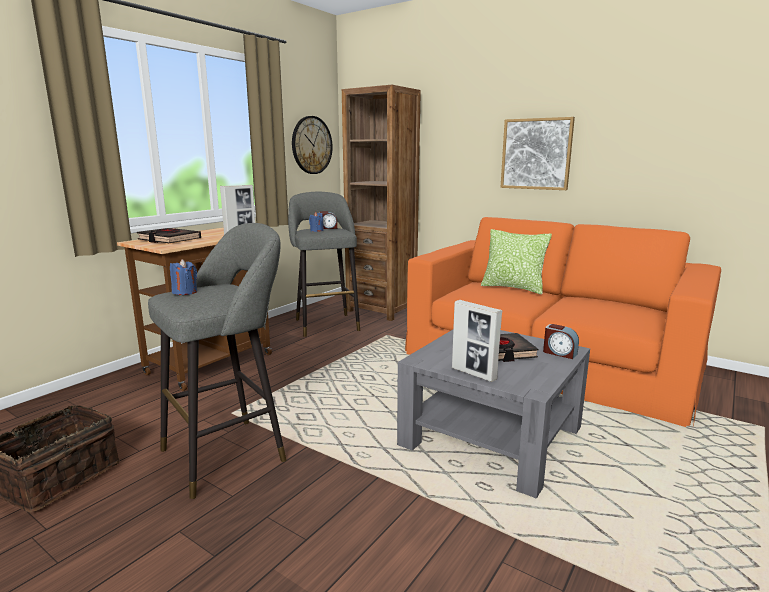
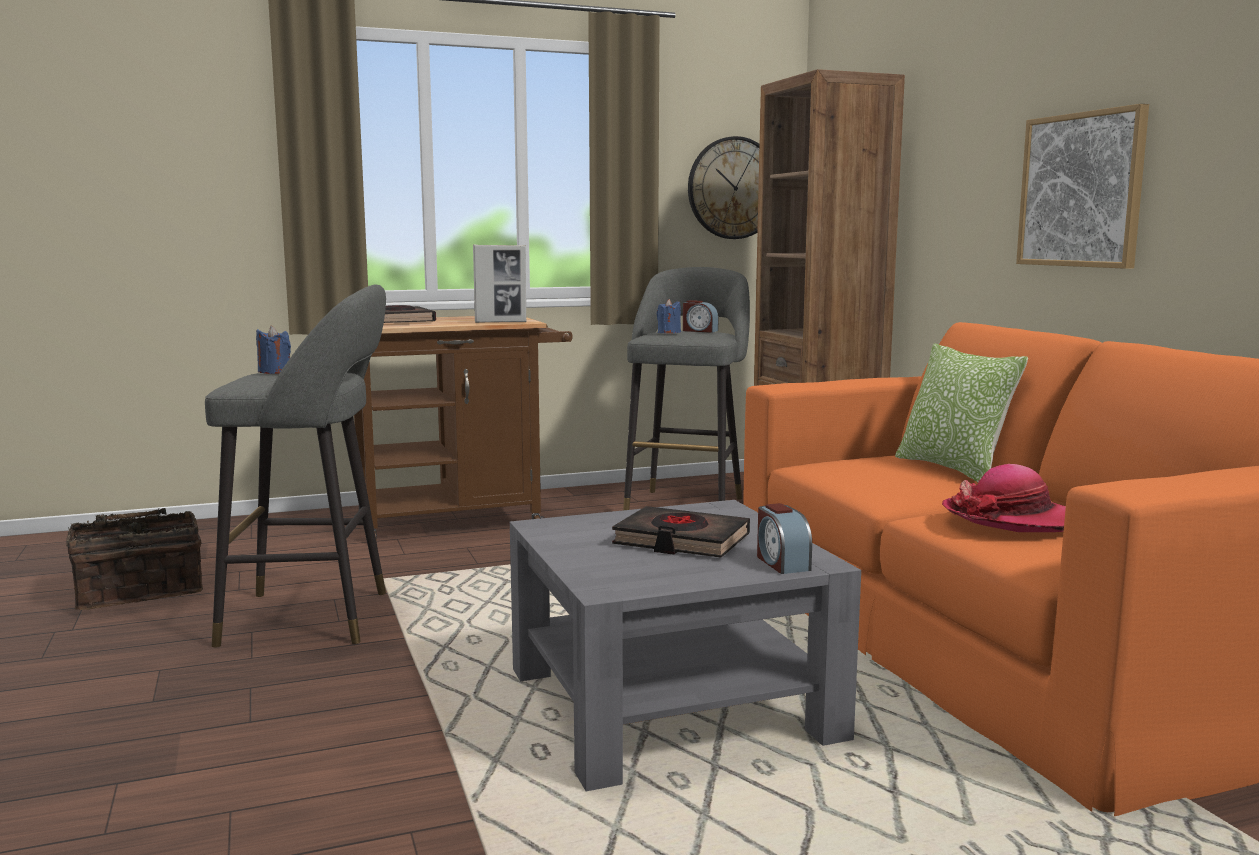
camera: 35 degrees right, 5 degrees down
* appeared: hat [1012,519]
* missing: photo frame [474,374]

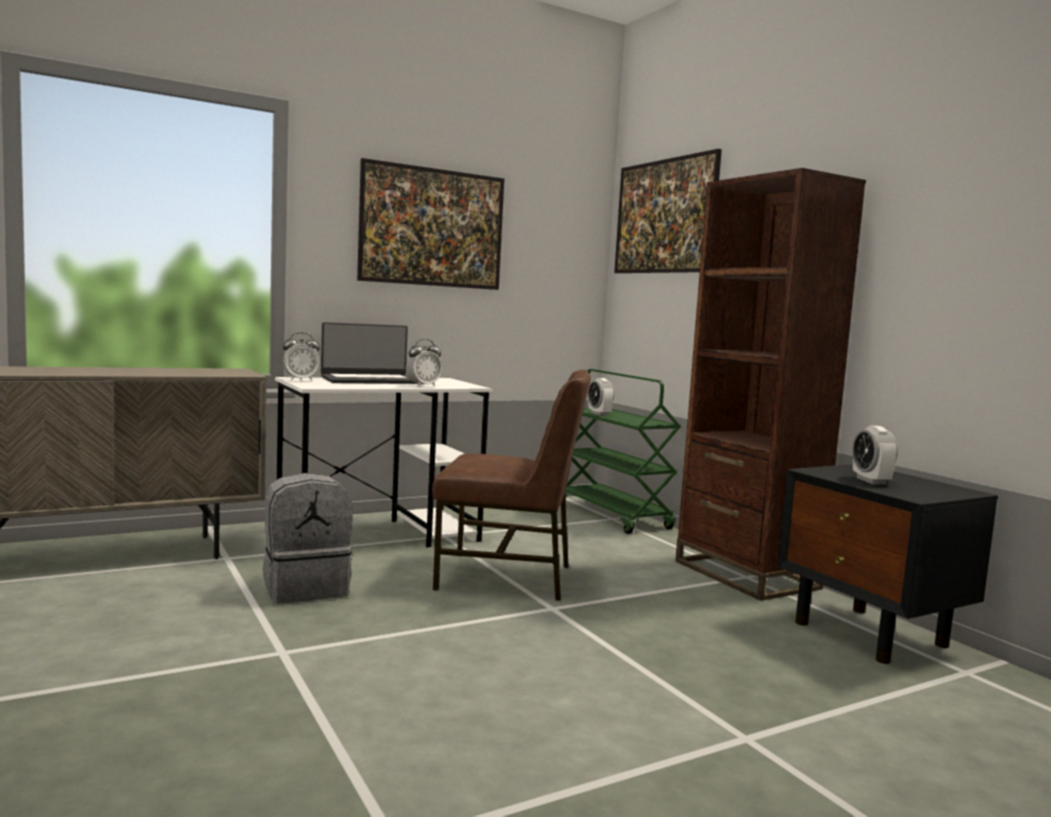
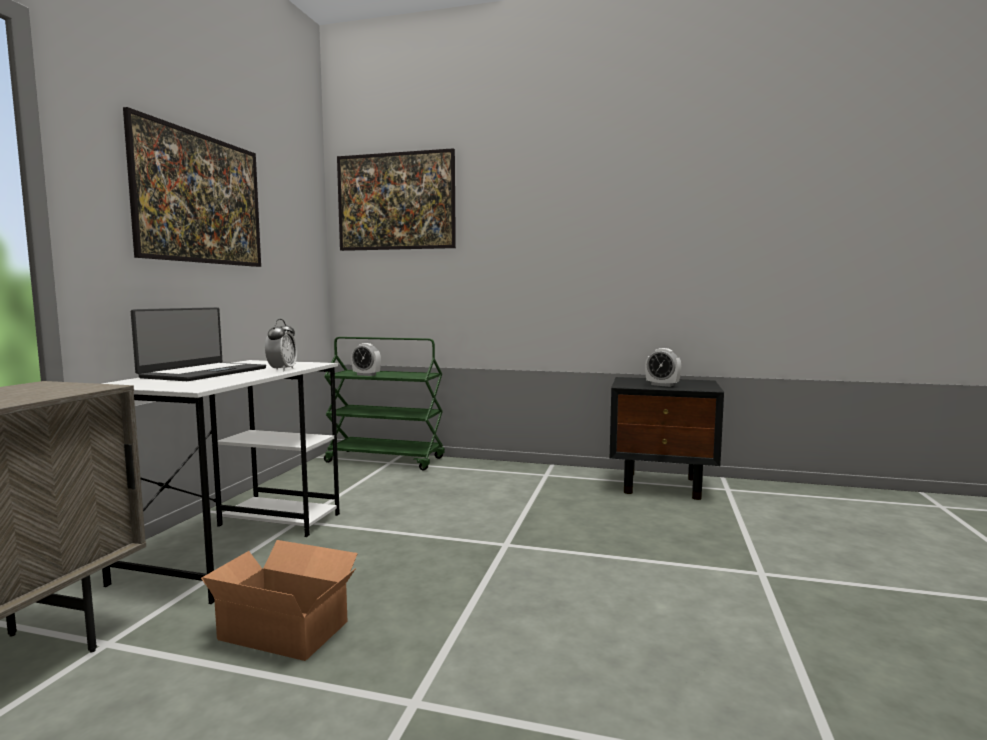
camera: 45 degrees left, 0 degrees up
* exchanged: gray rucksack [306,588] to packing box [284,627]
* missing: alarm clock [300,380]
* missing: brown-coloured upright chair [507,577]
* missing: brown-coloured shelving unit [745,575]

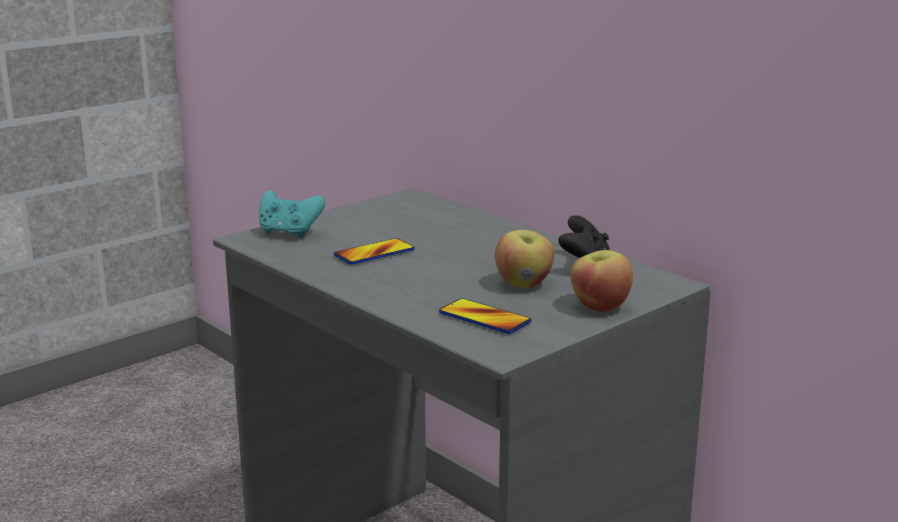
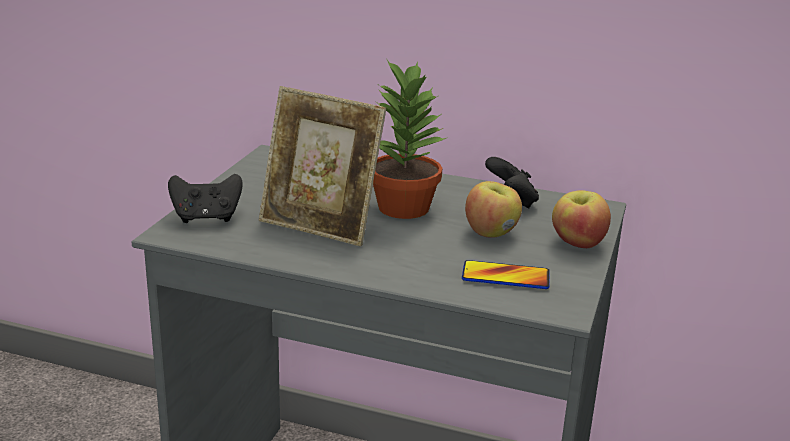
camera: 30 degrees left, 5 degrees up
* colour: blue-green game controller [289,233] to black-coloured game controller [206,218]
* exchanged: phone [374,253] to photo frame [320,226]
* appeared: plant in a pot [403,207]

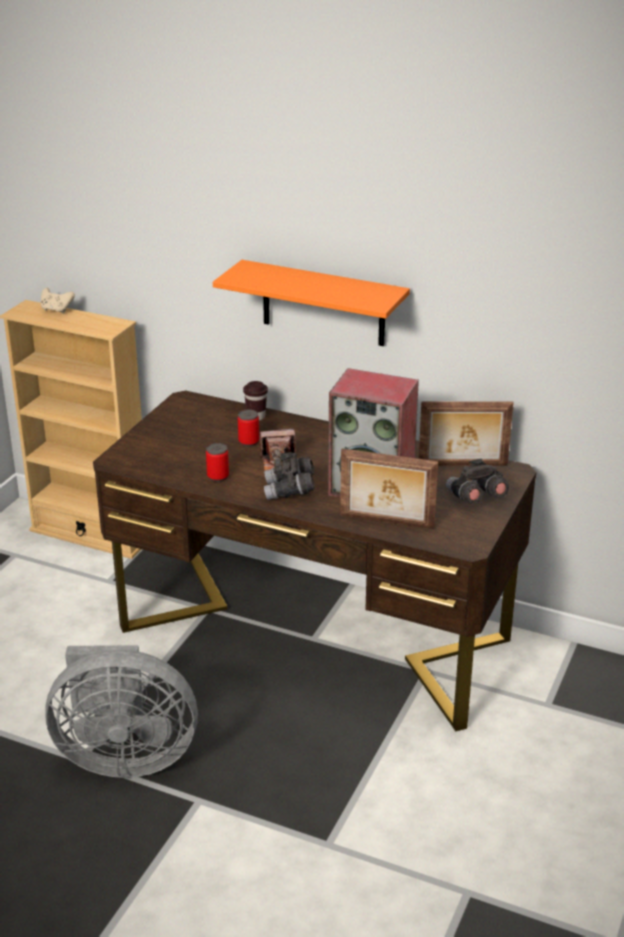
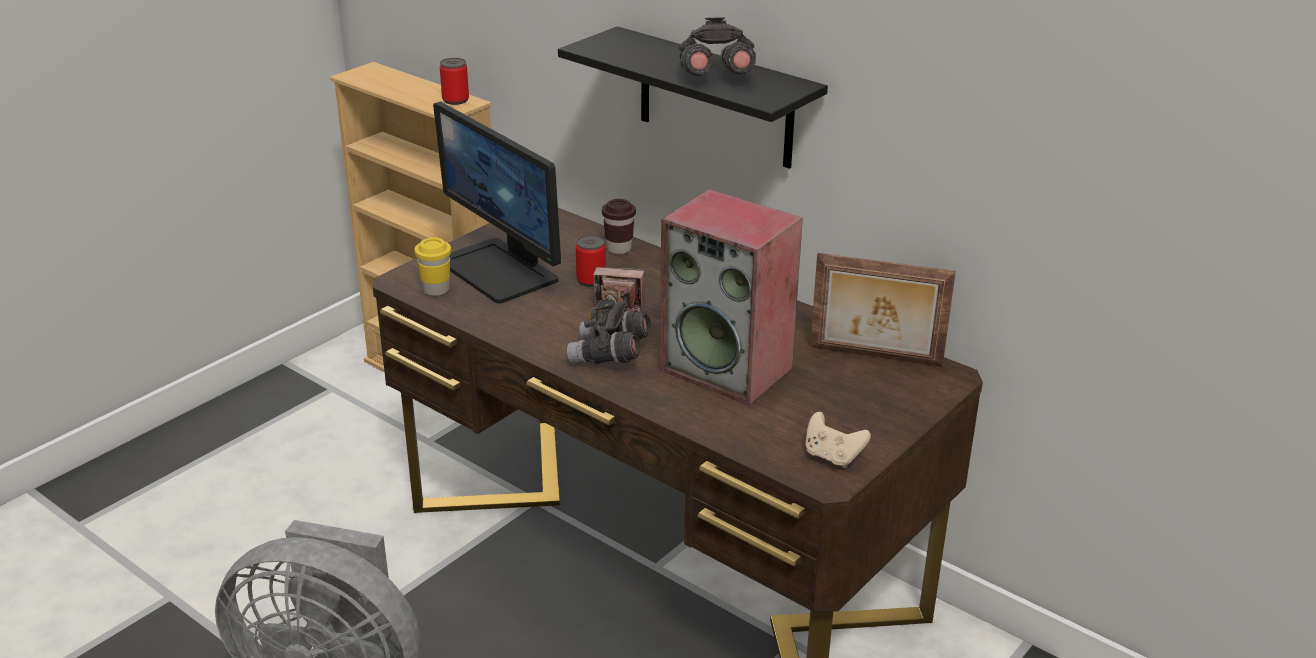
camera: 15 degrees right, 0 degrees up
* appeared: yellowish small cup [436,290]
* appeared: computer display [500,270]
* relocated: can [218,476] to [455,100]
* colour: orangey wall shelf [323,304] to black-coloured wall shelf [715,99]
* relocated: gray field glasses [475,498] to [714,77]
* relocated: beige game controller [57,310] to [832,457]
* missing: photo frame [386,522]

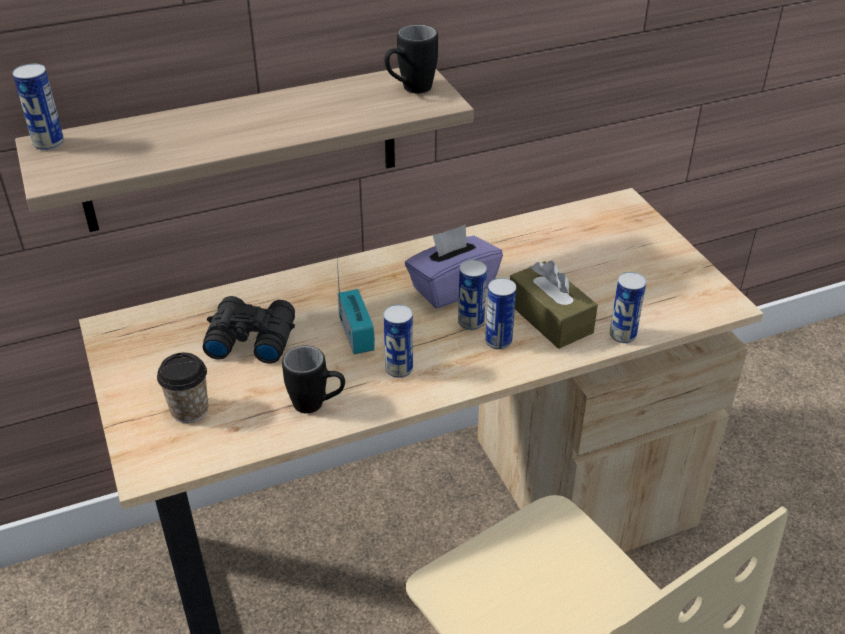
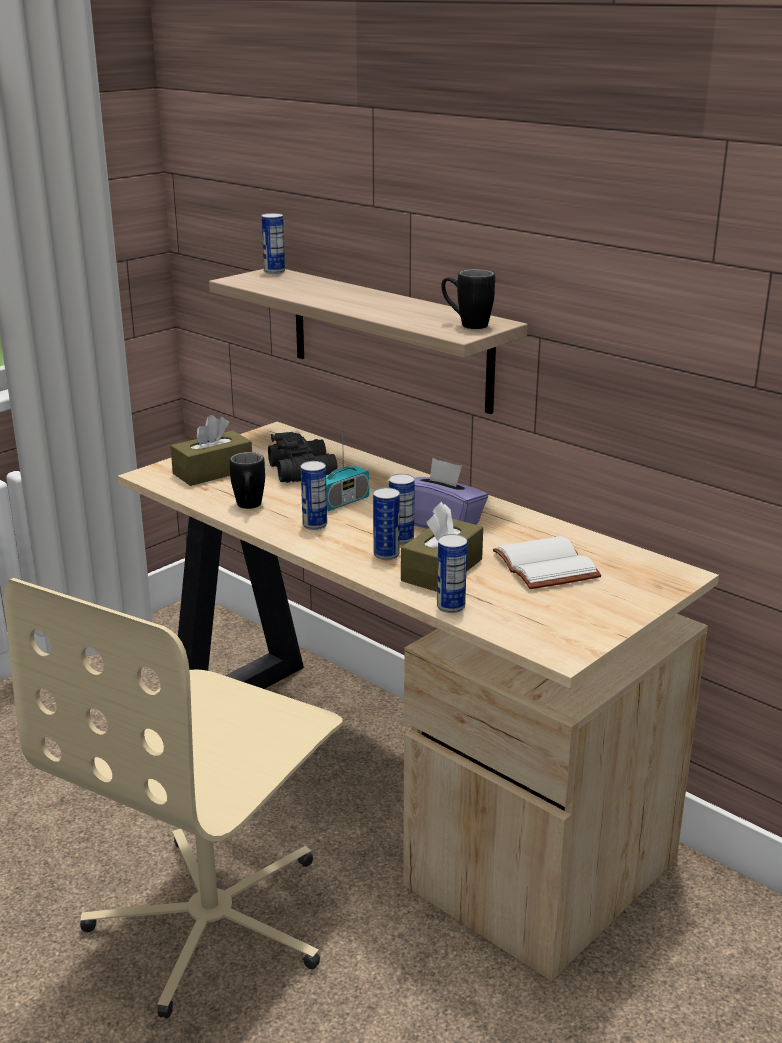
camera: 65 degrees right, 15 degrees down
* exchanged: small cup [189,410] to brown-coloured tissue holder [213,472]
* appeared: white-coloured bound book [548,566]

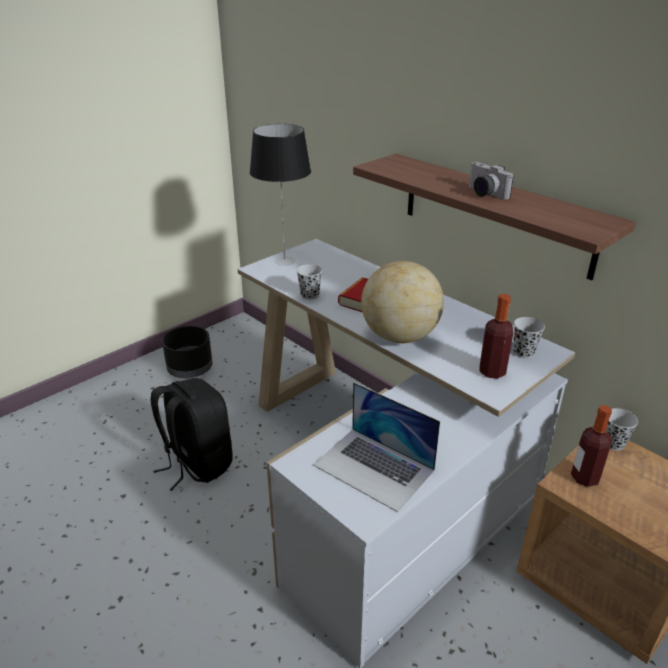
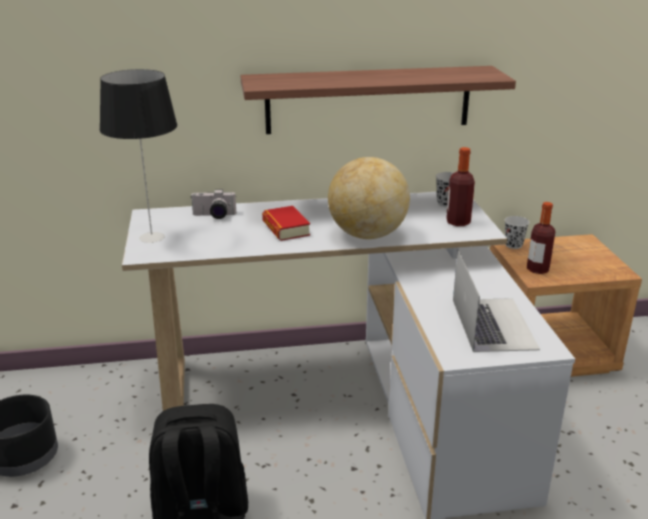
camera: 55 degrees left, 5 degrees down
* relocated: photo camera [483,193] to [214,216]
* spun: portable computer [374,467] = [493,323] 75 degrees counterclockwise
* missing: black-coloured small cup [310,295]

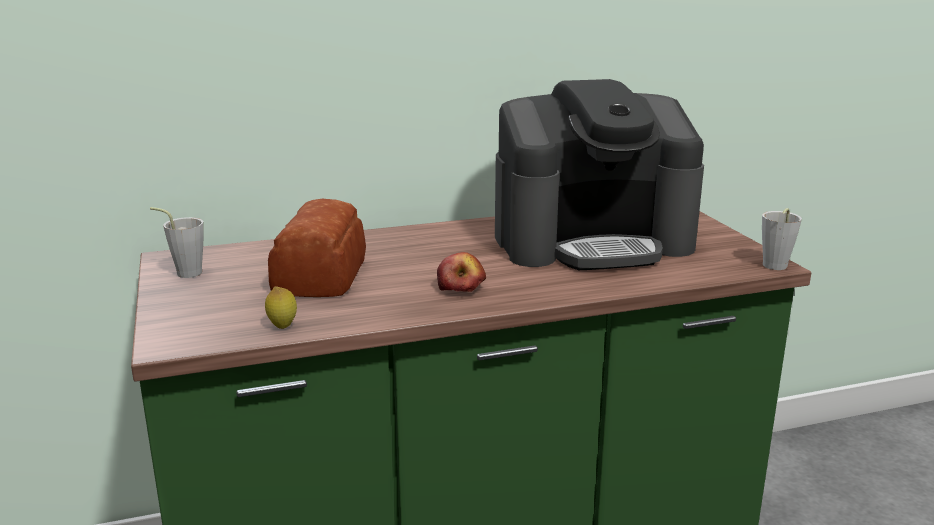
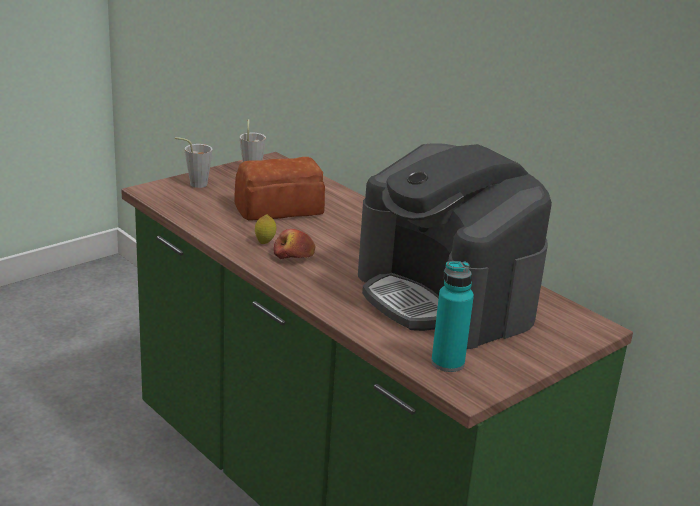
camera: 65 degrees right, 5 degrees up
* relocated: gray small cup [773,267] to [194,183]
* relocated: whole lemon [282,326] to [265,243]
* appeared: blue-green drink bottle [447,363]

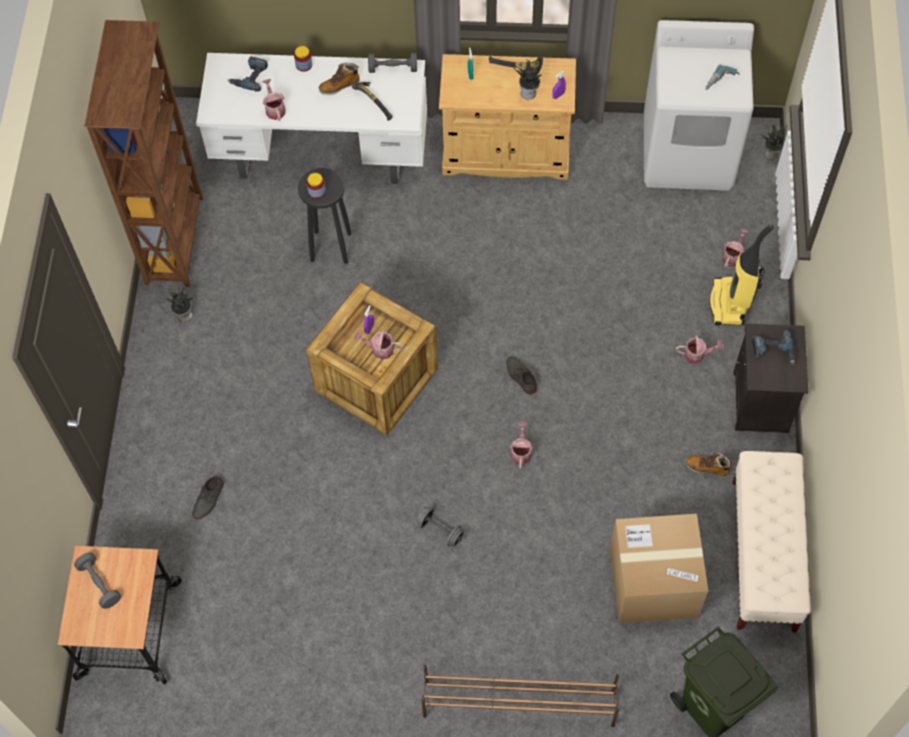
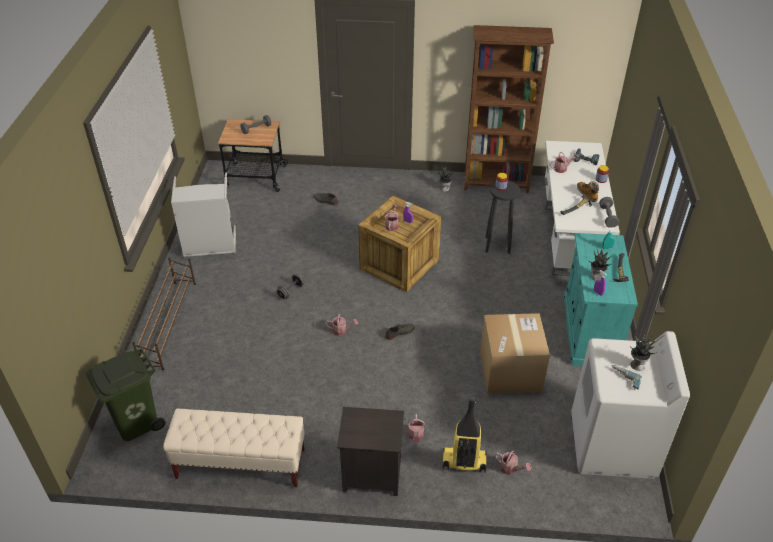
camera: 90 degrees right, 20 degrees down
* appeared: gray washing basket [210,246]
* relocated: packing box [653,582] to [510,371]
* colour: beige cupboard [506,153] to blue-green cupboard [589,331]
* relocated: plant in a pot [771,154] to [637,365]
* missing: high-top boot [707,467]
* missing: drill [773,351]

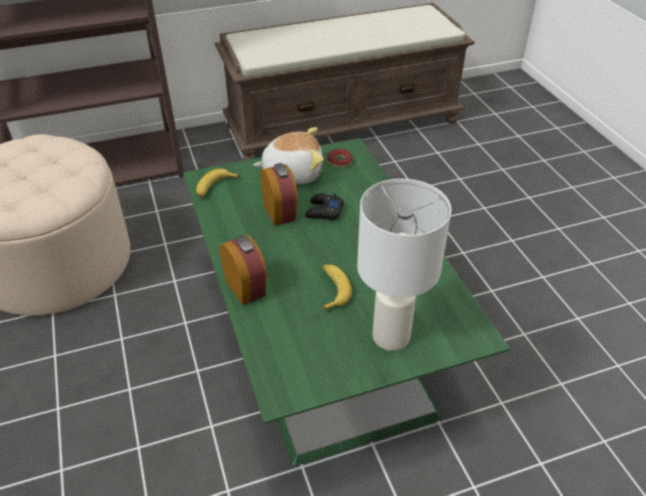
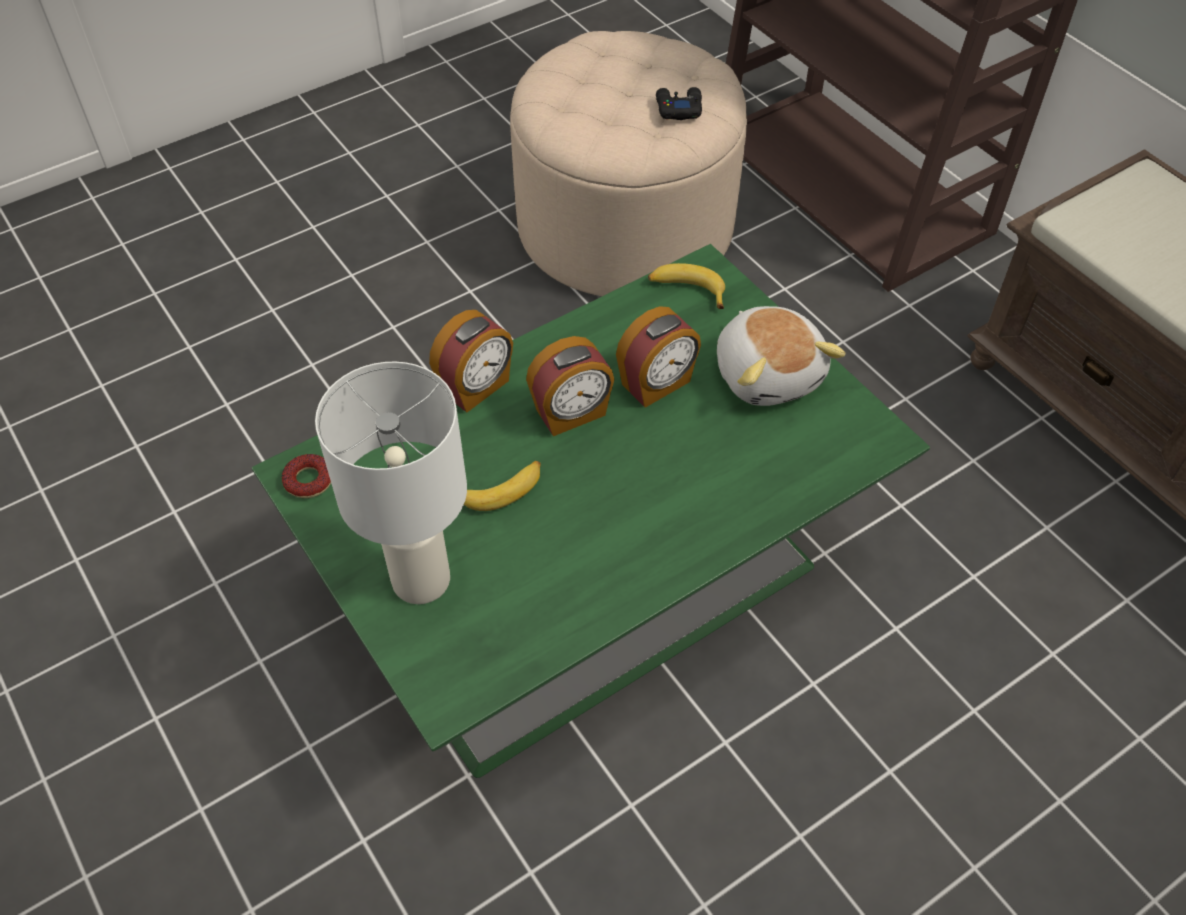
camera: 75 degrees right, 10 degrees up
* relocated: donut [340,161] to [308,480]
* appeared: alarm clock [571,414]
* relocated: black-coloured game controller [324,211] to [678,108]

